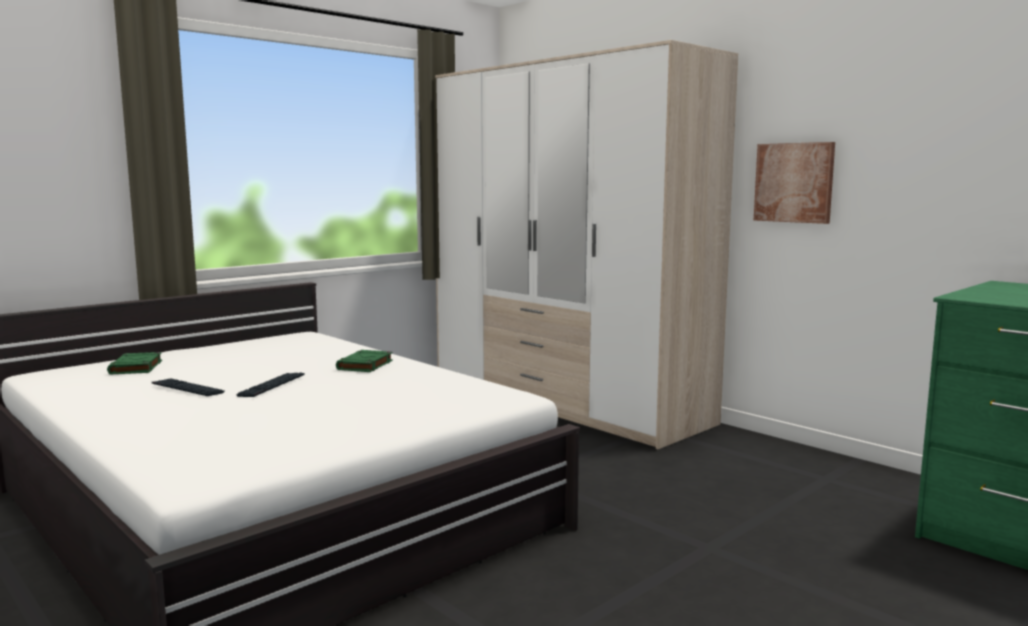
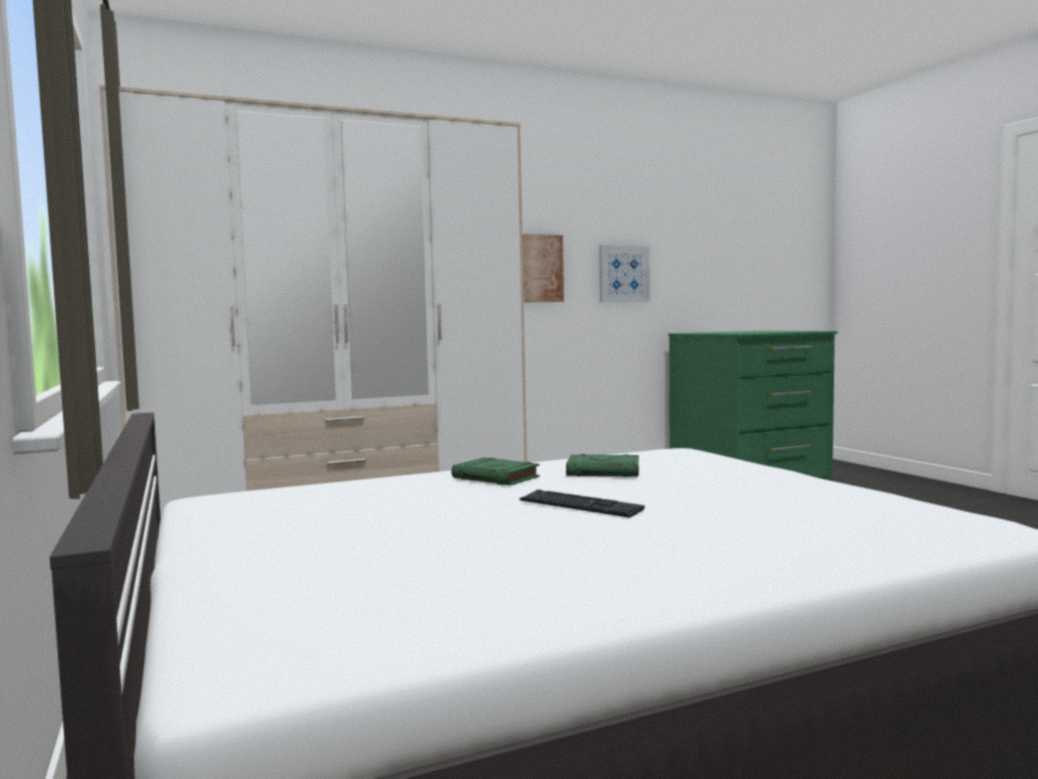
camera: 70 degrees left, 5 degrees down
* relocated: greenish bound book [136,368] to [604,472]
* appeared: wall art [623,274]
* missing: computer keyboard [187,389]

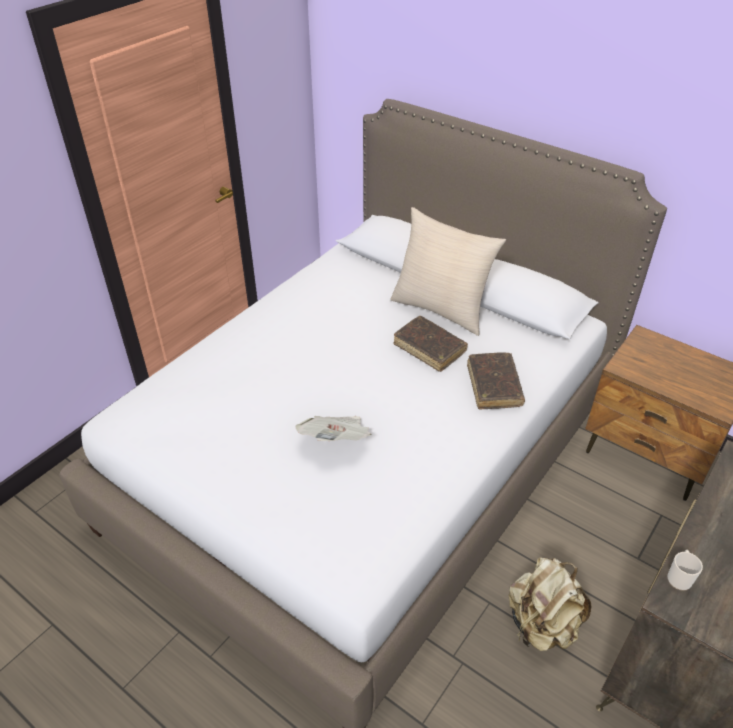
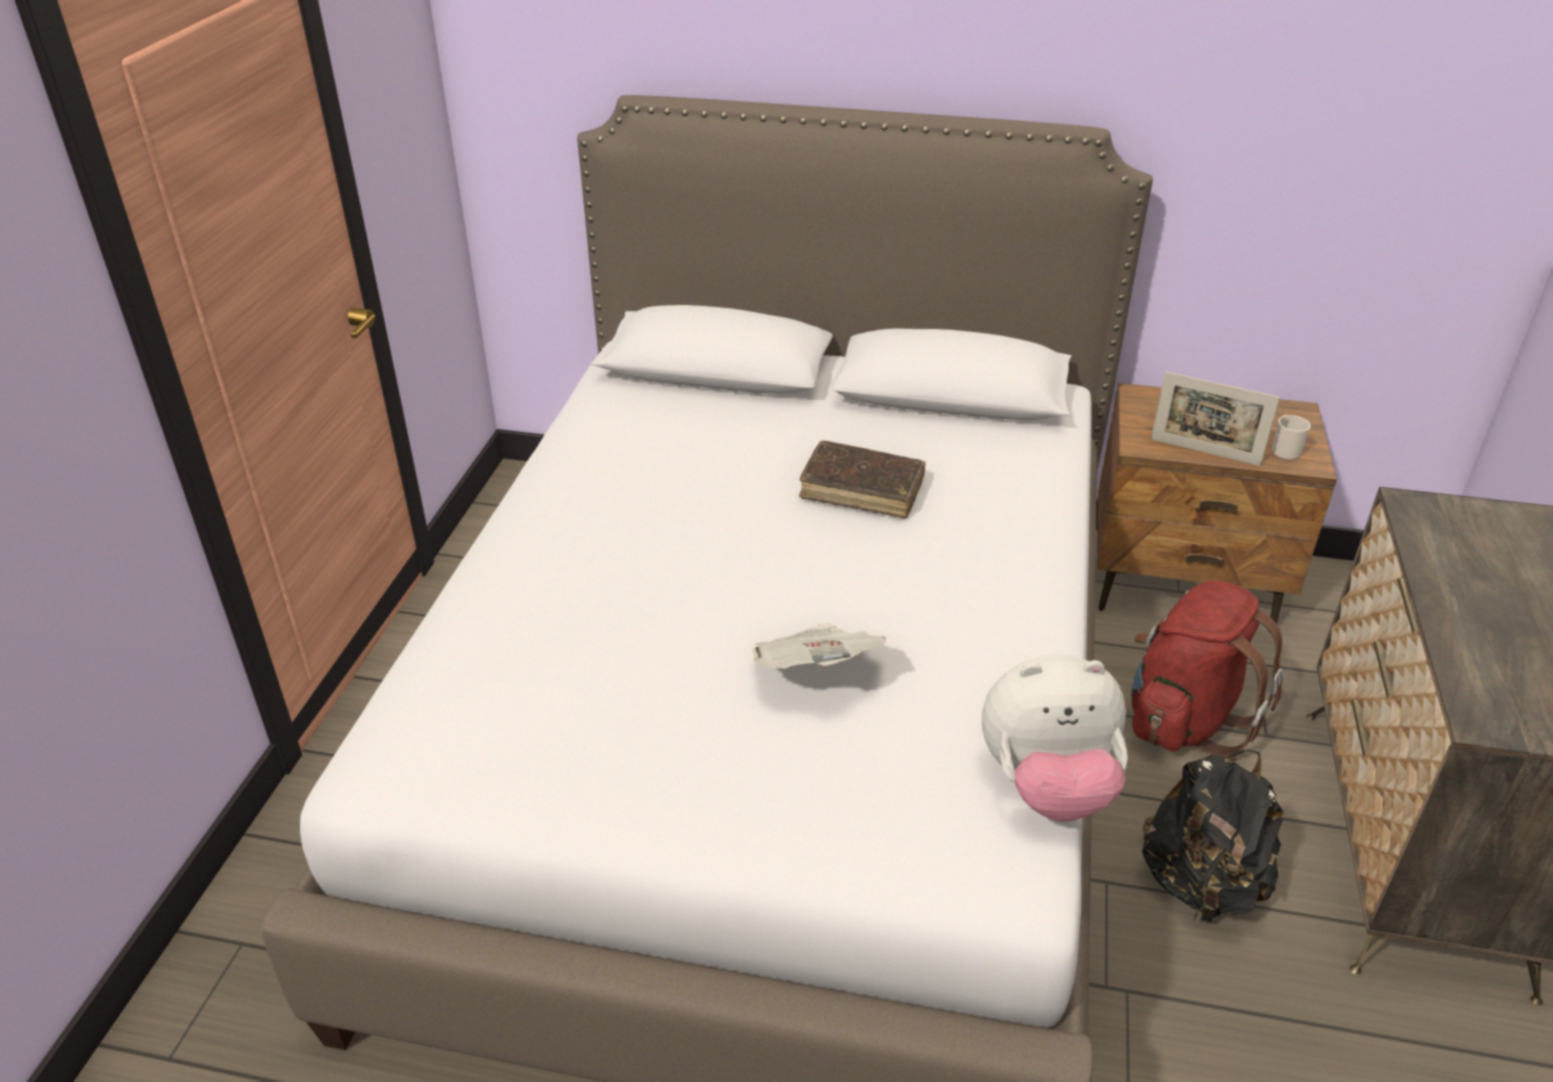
camera: 25 degrees left, 5 degrees down
* appeared: soft toy [1047,786]
* appeared: reddish rucksack [1184,719]
* colour: beige rucksack [541,625] to black-coloured rucksack [1201,884]
* appeared: photo frame [1205,452]
* relocated: tea mug [679,577] to [1284,451]
* missing: beige throw pillow [441,309]
* missing: brown-coloured bound book [494,386]

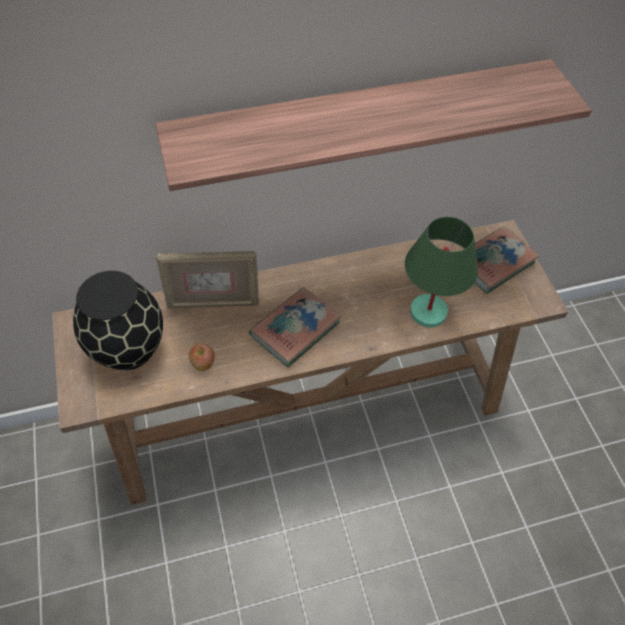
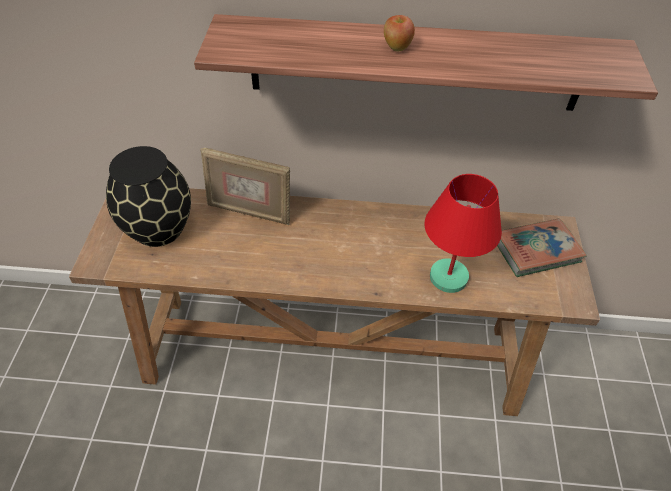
camera: 20 degrees right, 5 degrees down
* relocated: apple fruit [203,364] to [396,47]
* colour: greenish lamp for a table [428,311] to reddish lamp for a table [448,276]
* missing: bound book [295,329]

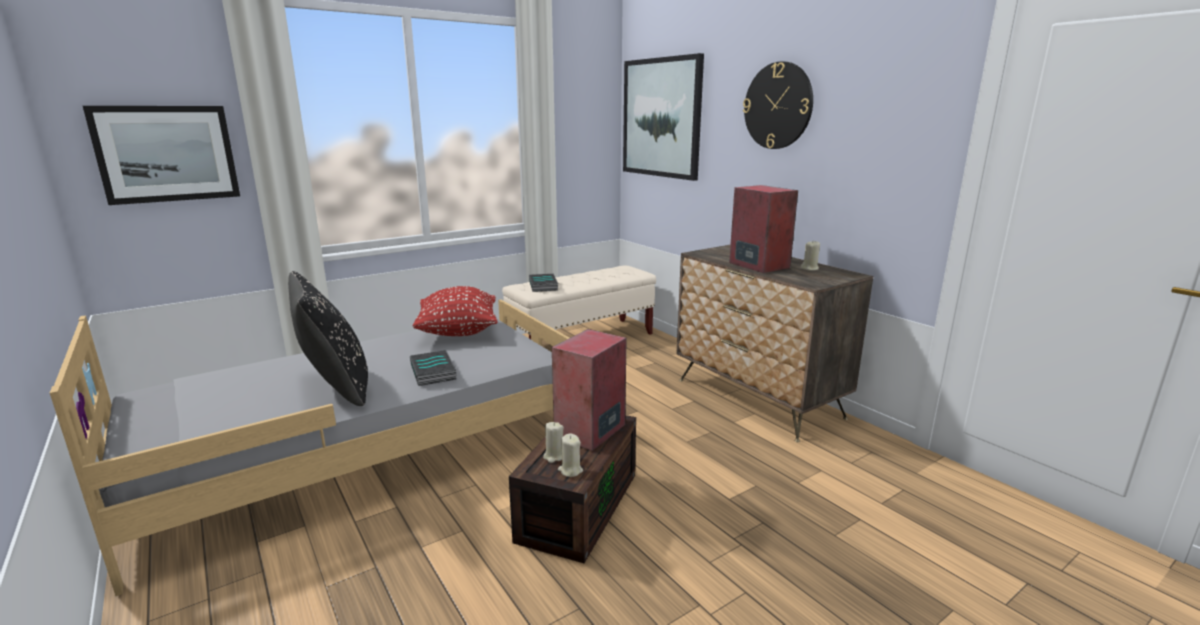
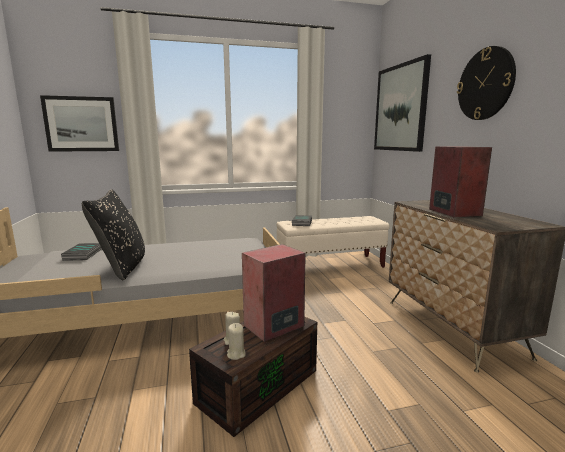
camera: 20 degrees right, 5 degrees down
* relocated: bound book [434,372] to [84,254]
* missing: reddish throw pillow [458,332]
* missing: beige wax light [809,268]

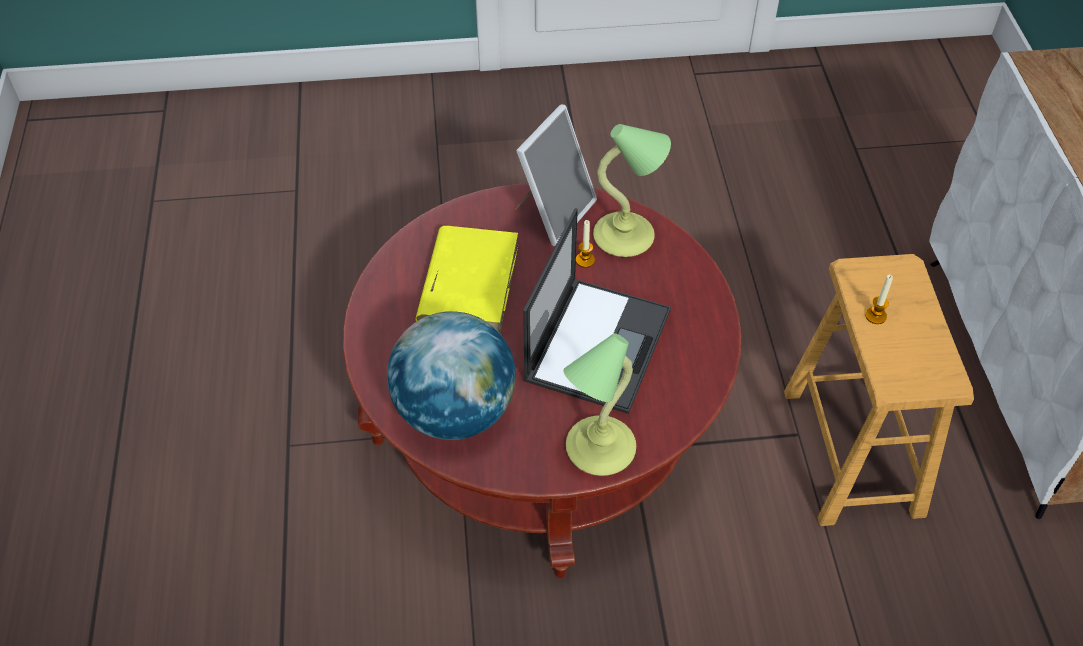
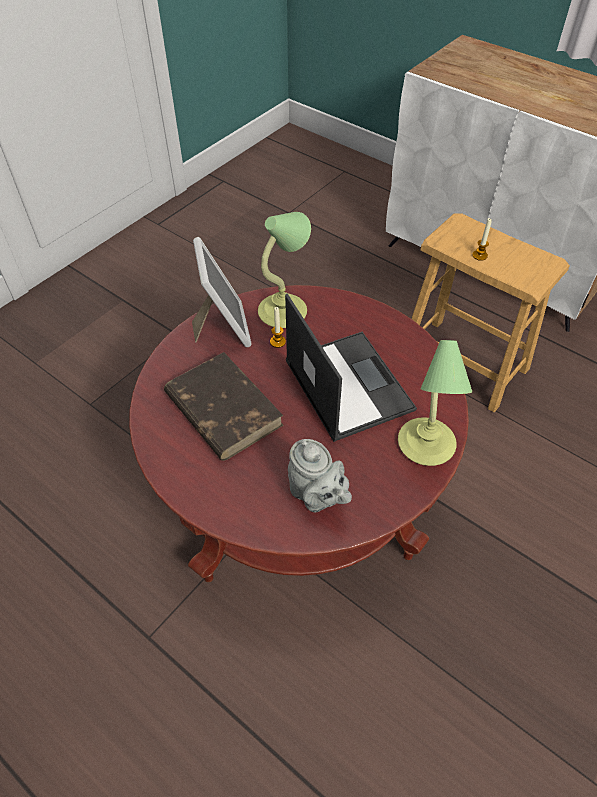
camera: 45 degrees left, 0 degrees up
* colour: yellowish bound book [469,283] to brown-coloured bound book [222,409]
* exchanged: globe [455,411] to gray tea pot [316,496]

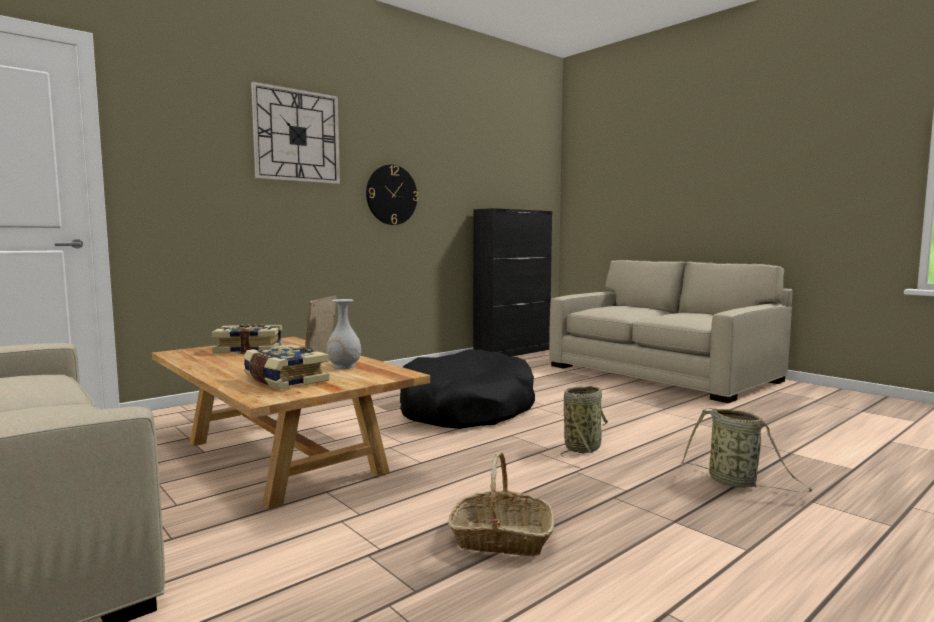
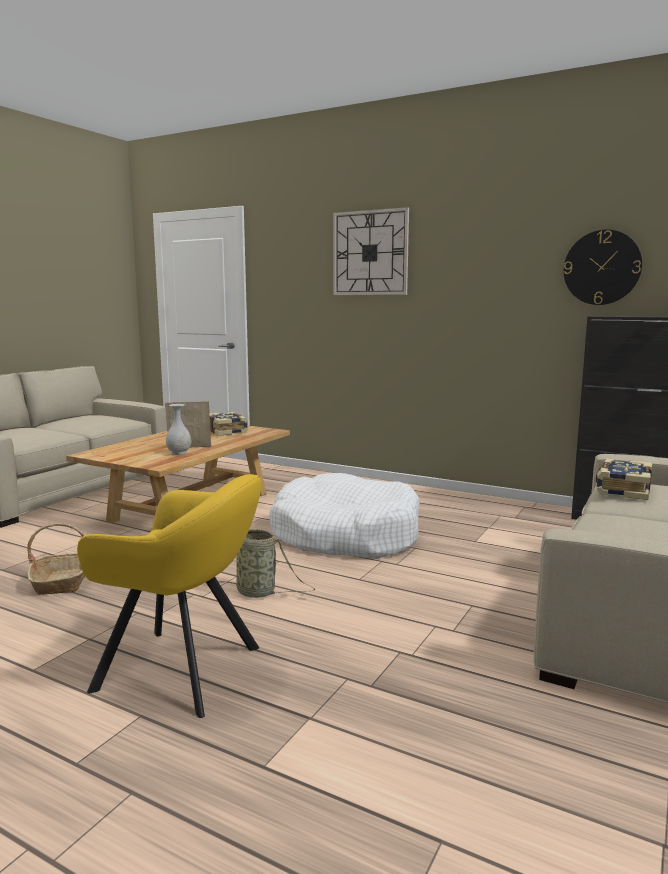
camera: 70 degrees right, 5 degrees up
* exchanged: storage basket [736,483] to yellowish easy chair [185,671]
* colour: black-coloured pet bed [466,409] to white-coloured pet bed [345,535]
* relocated: wall clock [391,195] to [602,267]
* relocated: bound book [284,380] to [621,490]

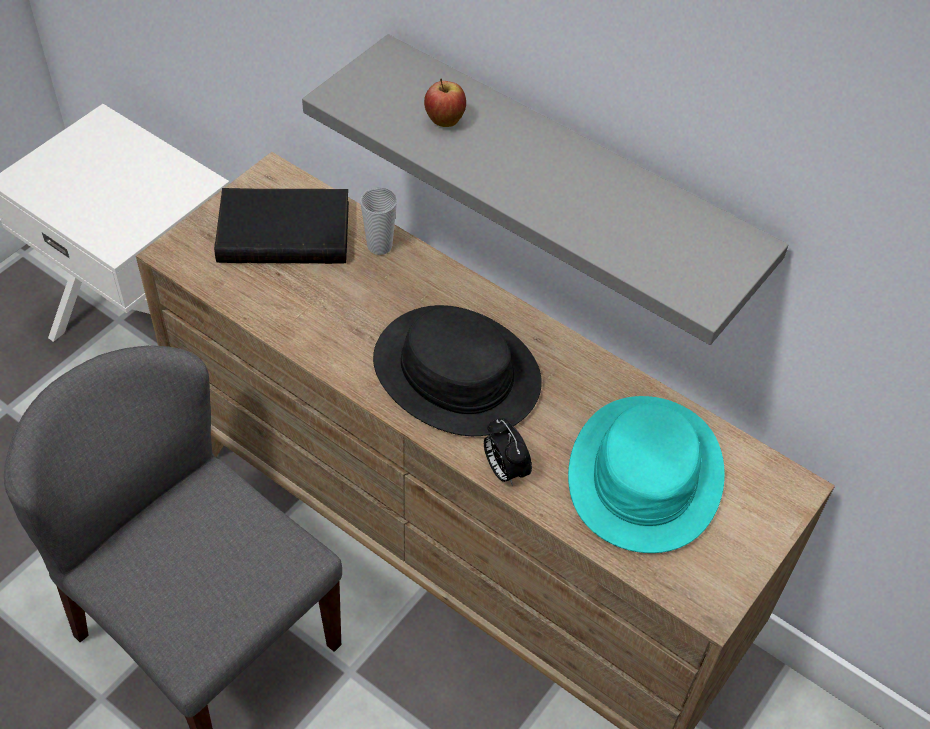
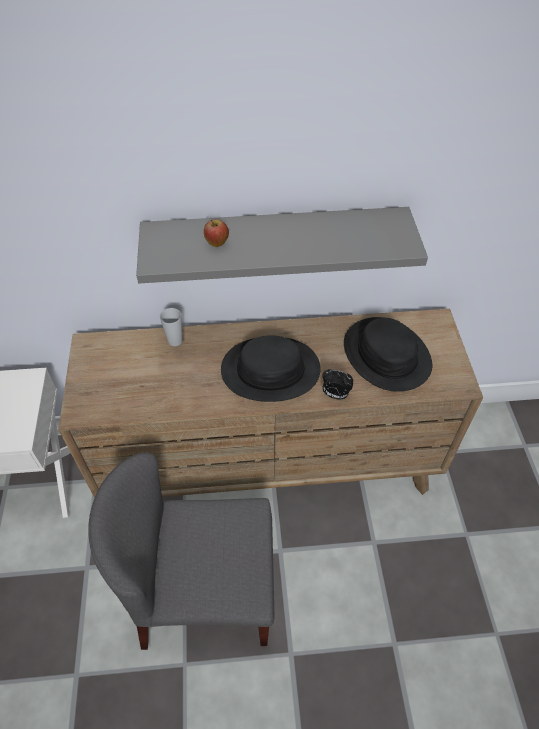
camera: 40 degrees left, 0 degrees up
* colour: blue-green hat [644,475] to black-coloured hat [386,355]
* missing: black-coloured bound book [285,230]

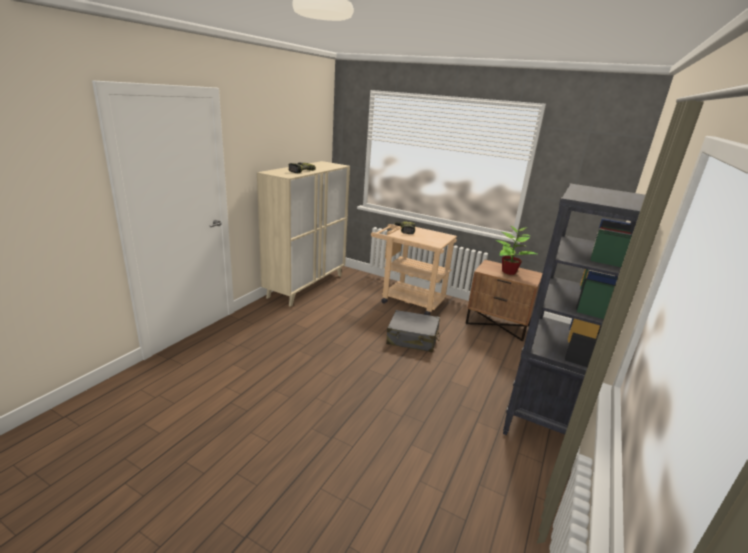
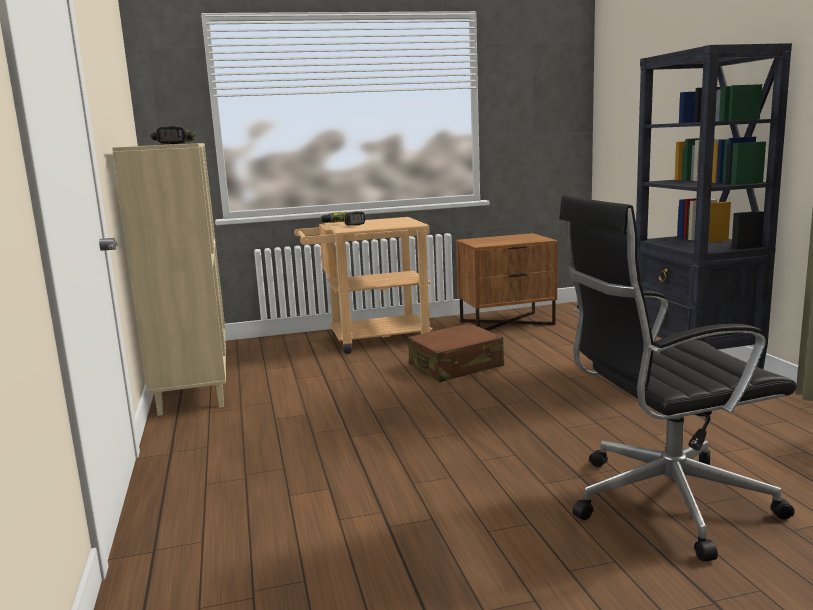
camera: 40 degrees left, 10 degrees down
* colour: gray piece of luggage [412,339] to brown-coloured piece of luggage [456,366]
* appeared: black-coloured computer chair [663,502]
* missing: plant in a pot [508,272]

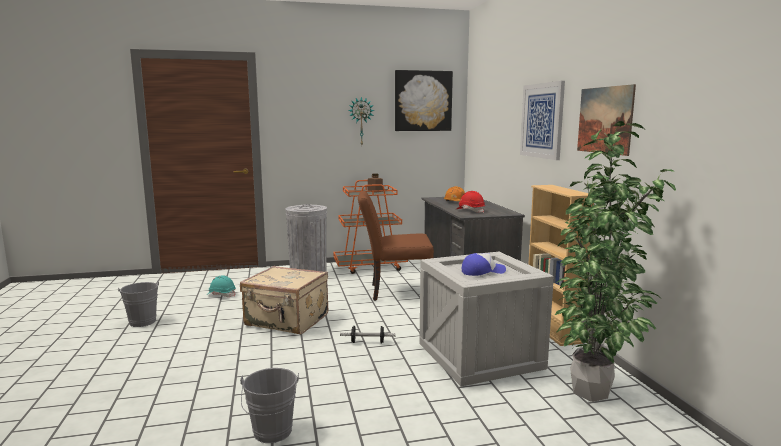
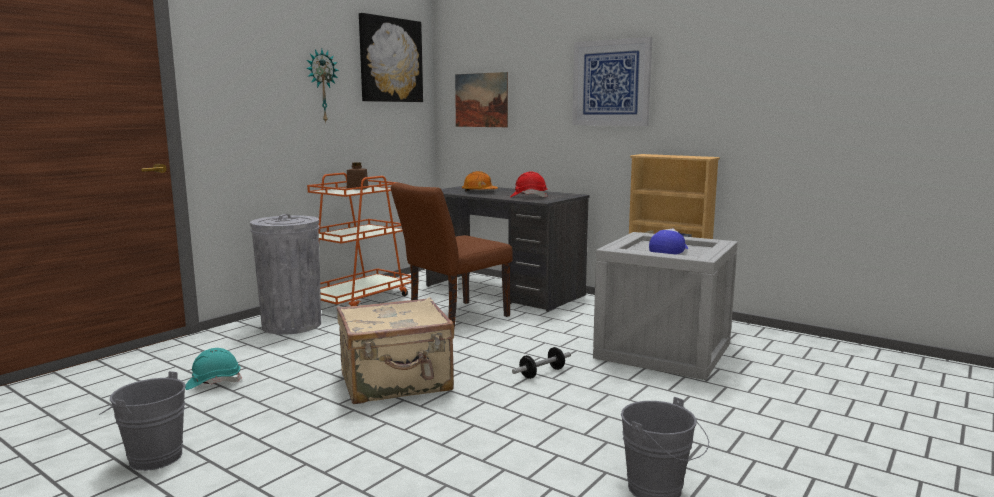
camera: 40 degrees left, 0 degrees up
* relocated: wall art [604,120] to [481,100]
* missing: plant in a pot [594,395]

